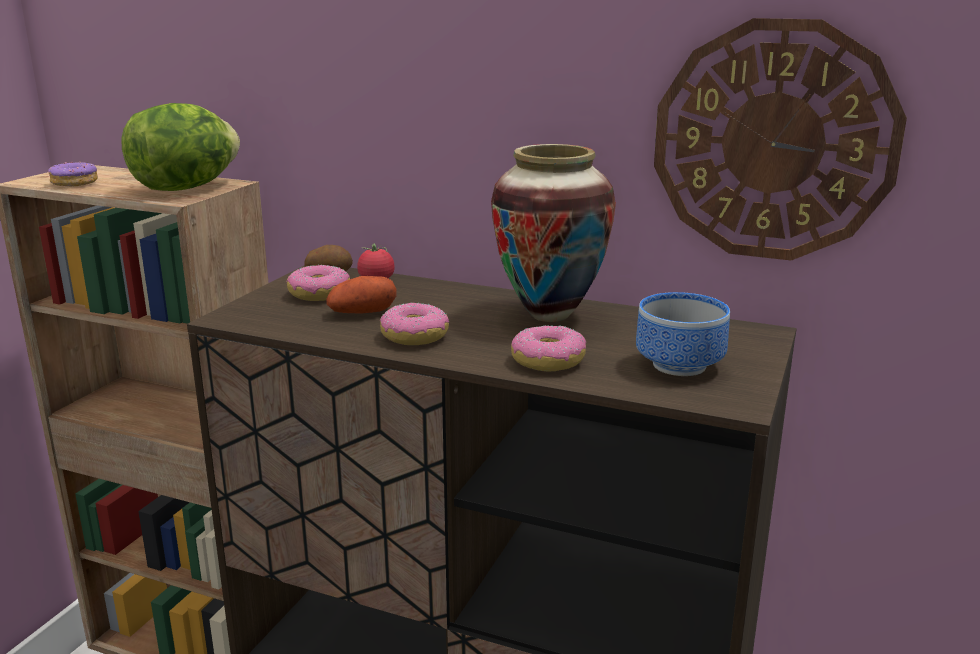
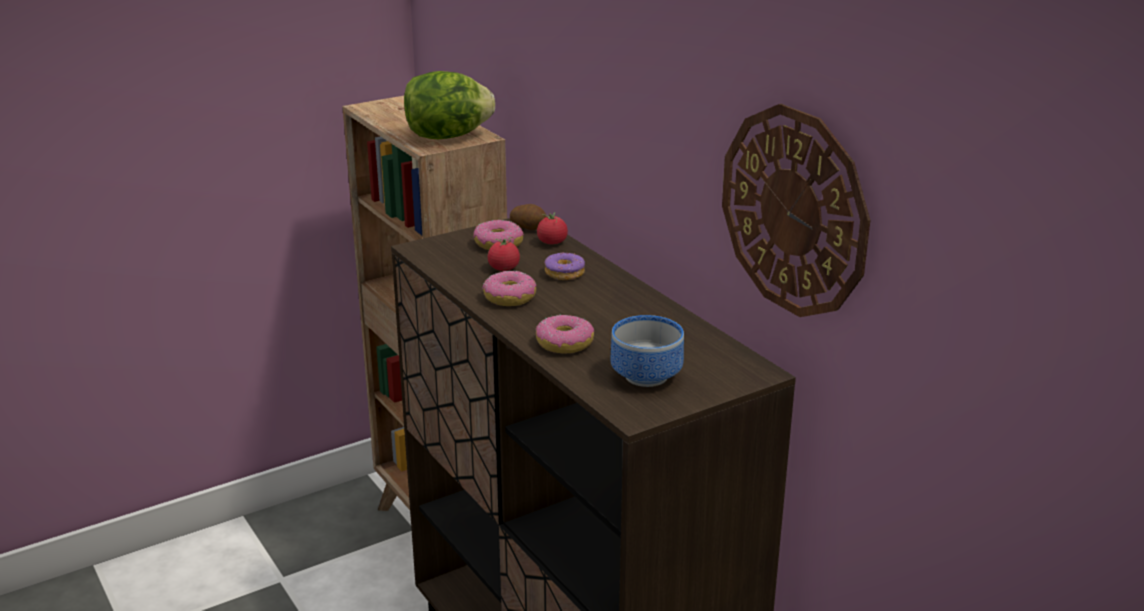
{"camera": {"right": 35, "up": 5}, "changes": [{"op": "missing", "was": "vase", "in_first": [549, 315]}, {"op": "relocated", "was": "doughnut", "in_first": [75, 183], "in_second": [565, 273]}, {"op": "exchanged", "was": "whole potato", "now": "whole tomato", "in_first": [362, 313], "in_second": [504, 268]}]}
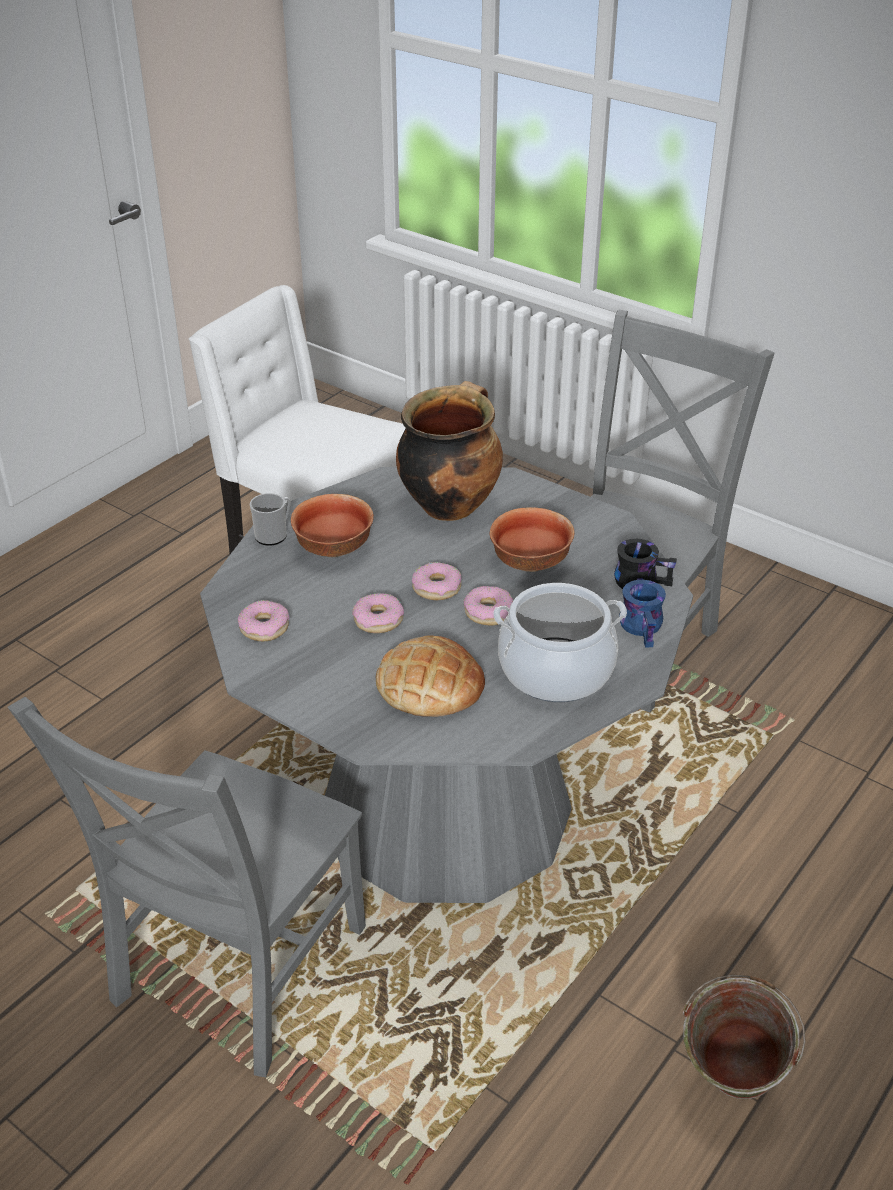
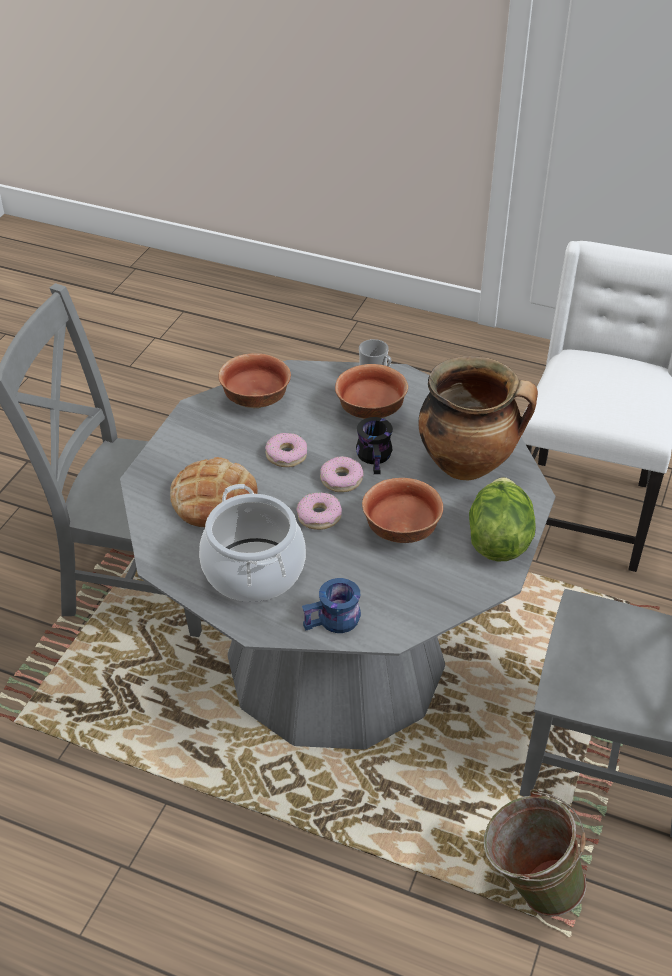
{"camera": {"right": 75, "up": 5}, "changes": [{"op": "appeared", "now": "head of lettuce", "in_second": [498, 540]}, {"op": "relocated", "was": "black coffee mug", "in_first": [641, 579], "in_second": [377, 457]}, {"op": "relocated", "was": "green-coloured bucket", "in_first": [728, 1090], "in_second": [528, 886]}, {"op": "exchanged", "was": "doughnut", "now": "serving bowl", "in_first": [264, 627], "in_second": [256, 400]}]}
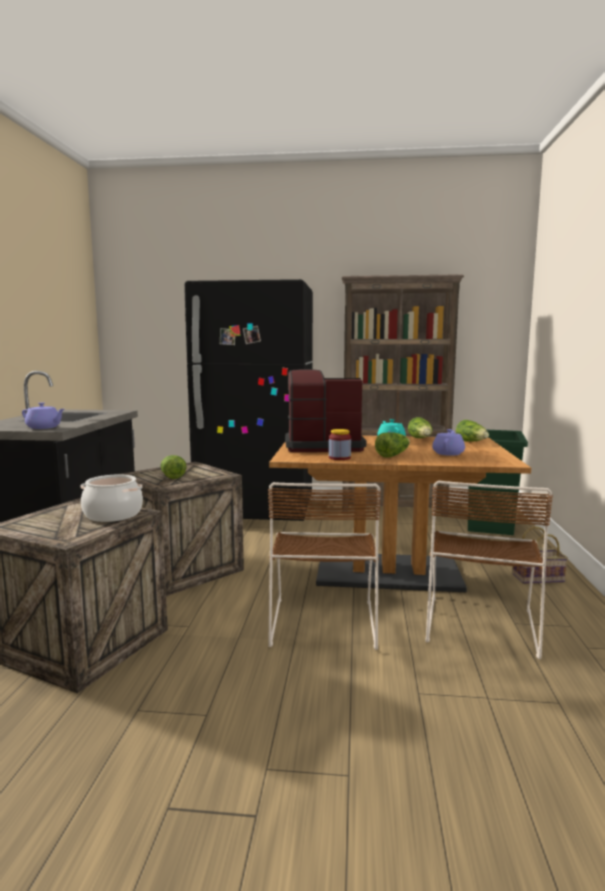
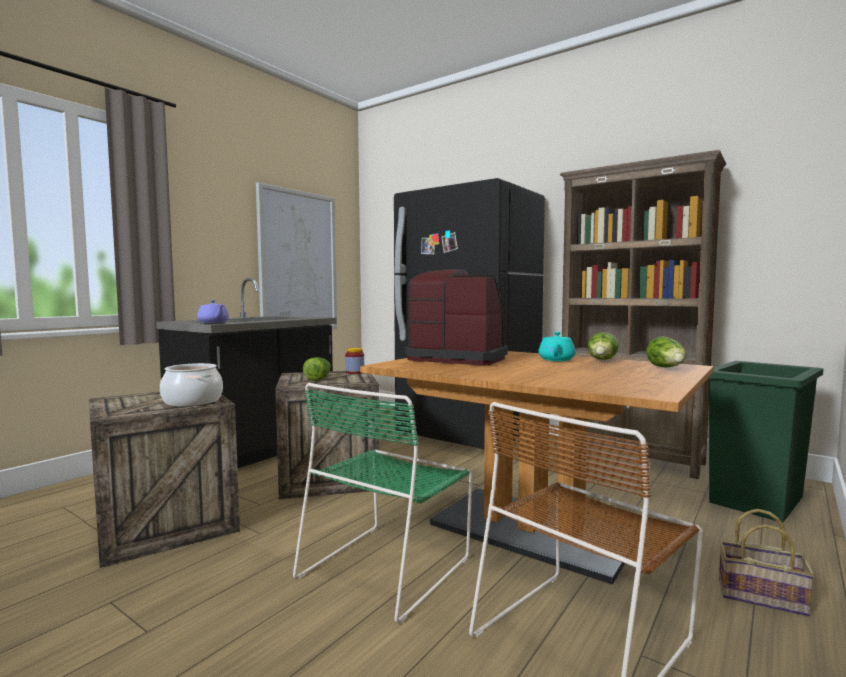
{"camera": {"right": 30, "up": -5}, "changes": [{"op": "missing", "was": "head of lettuce", "in_first": [392, 455]}, {"op": "missing", "was": "purplish pot for tea", "in_first": [448, 453]}, {"op": "appeared", "now": "wall picture", "in_second": [298, 262]}, {"op": "relocated", "was": "storage jar", "in_first": [339, 458], "in_second": [355, 372]}, {"op": "colour", "was": "brownish plain chair", "now": "green-coloured plain chair", "in_first": [323, 619], "in_second": [388, 565]}]}
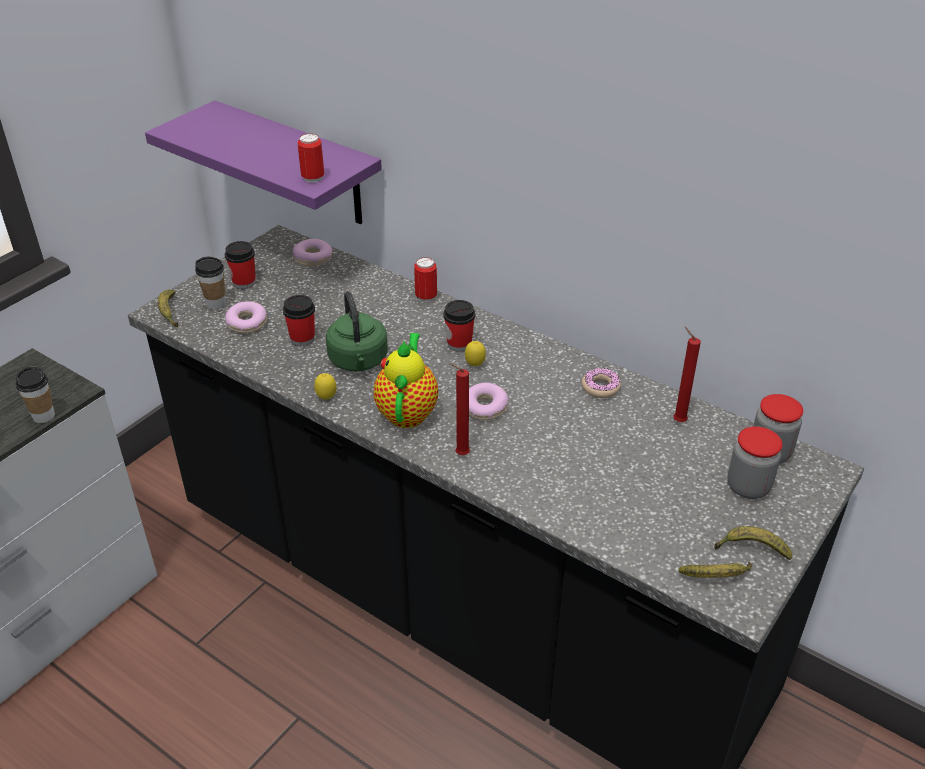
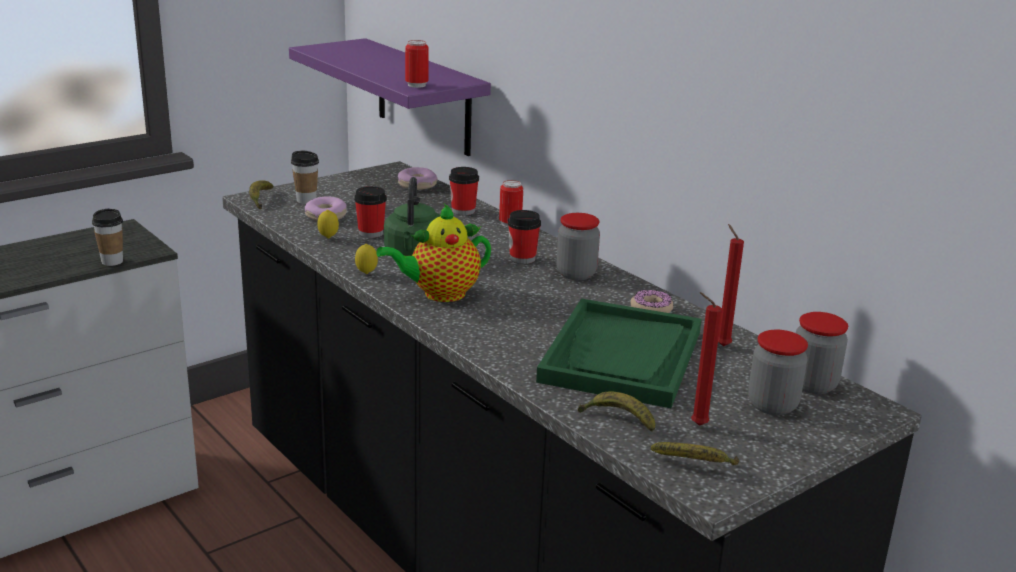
{"camera": {"right": 15, "up": -15}, "changes": [{"op": "missing", "was": "doughnut", "in_first": [484, 407]}, {"op": "appeared", "now": "green-coloured serving tray", "in_second": [622, 356]}, {"op": "appeared", "now": "storage jar", "in_second": [576, 274]}, {"op": "relocated", "was": "small cup", "in_first": [244, 282], "in_second": [463, 211]}, {"op": "relocated", "was": "reddish wax light", "in_first": [460, 454], "in_second": [696, 425]}, {"op": "relocated", "was": "whole lemon", "in_first": [475, 365], "in_second": [328, 238]}, {"op": "relocated", "was": "banana fruit", "in_first": [751, 549], "in_second": [618, 419]}, {"op": "spun", "was": "pot for tea", "in_first": [407, 411], "in_second": [440, 294], "clockwise": -135}]}
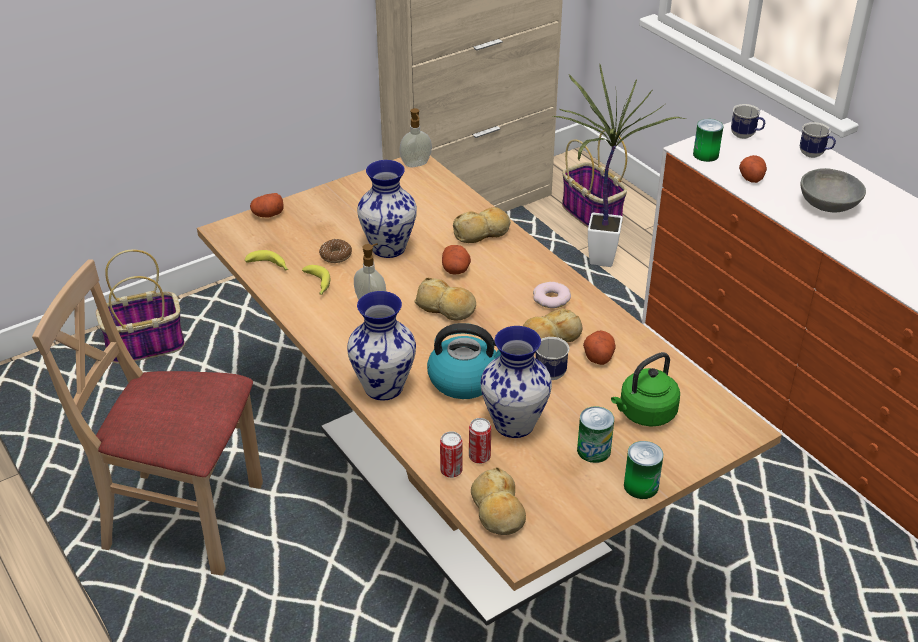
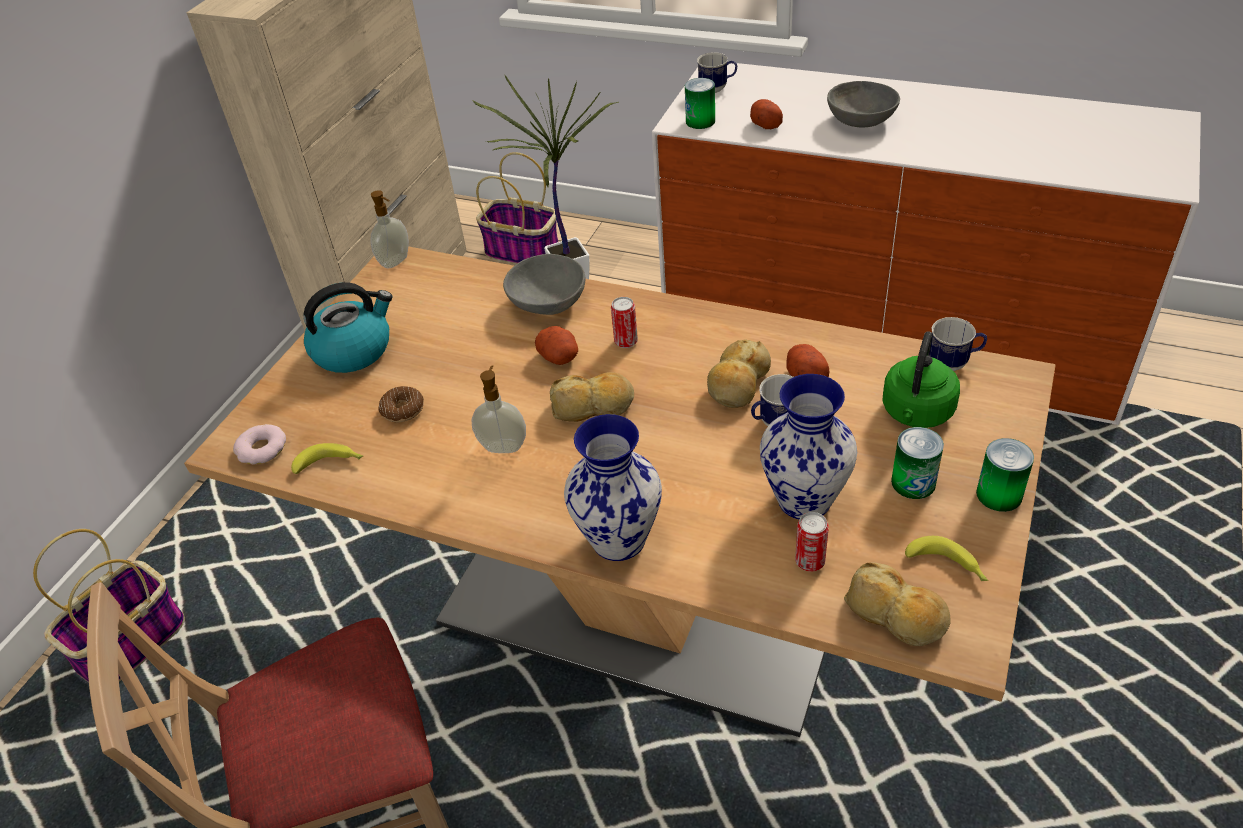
{"camera": {"right": -30, "up": 5}, "changes": [{"op": "missing", "was": "whole potato", "in_first": [267, 214]}, {"op": "missing", "was": "vase", "in_first": [389, 248]}, {"op": "relocated", "was": "banana fruit", "in_first": [317, 284], "in_second": [948, 566]}, {"op": "relocated", "was": "tea kettle", "in_first": [466, 379], "in_second": [353, 350]}, {"op": "relocated", "was": "metal can", "in_first": [451, 471], "in_second": [626, 341]}, {"op": "relocated", "was": "doughnut", "in_first": [551, 299], "in_second": [262, 449]}, {"op": "relocated", "was": "coffee mug", "in_first": [815, 155], "in_second": [953, 363]}, {"op": "exchanged", "was": "baked bread", "now": "grey serving bowl", "in_first": [482, 233], "in_second": [547, 302]}]}
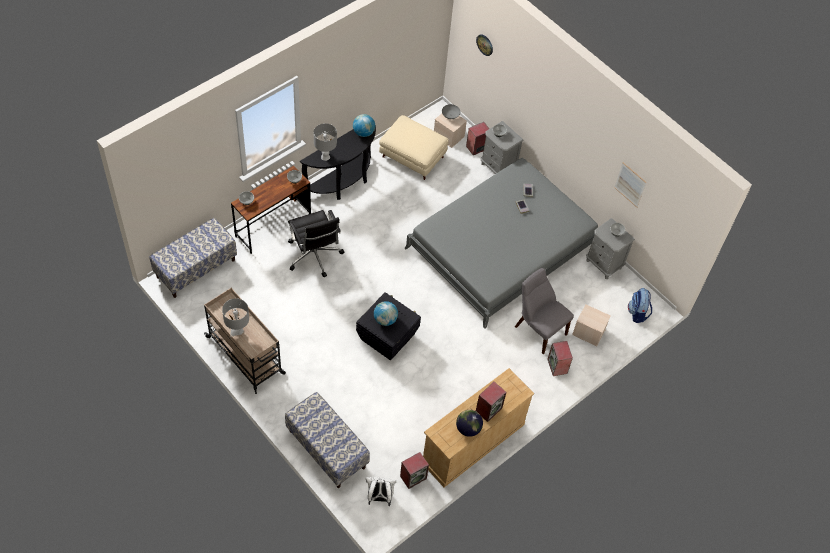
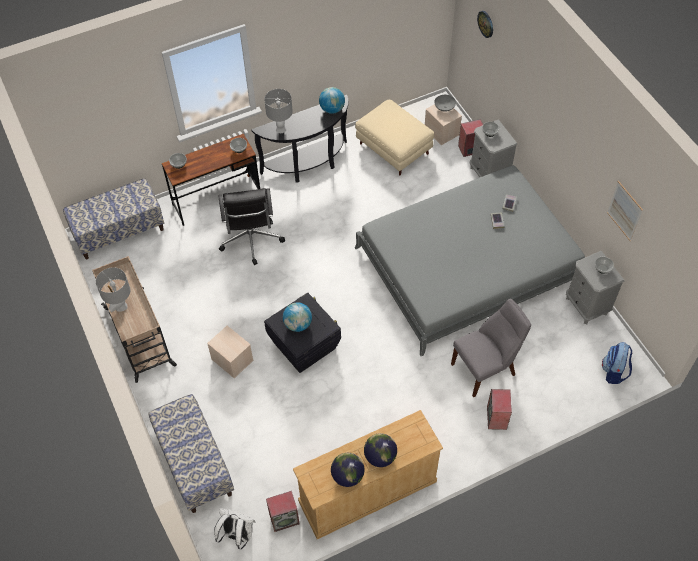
{"camera": {"right": 20, "up": 0}, "changes": [{"op": "relocated", "was": "sand-coloured storage bin", "in_first": [588, 332], "in_second": [231, 359]}, {"op": "exchanged", "was": "loudspeaker", "now": "world globe", "in_first": [488, 409], "in_second": [380, 456]}, {"op": "spun", "was": "grey plain chair", "in_first": [538, 329], "in_second": [486, 368], "clockwise": 90}]}
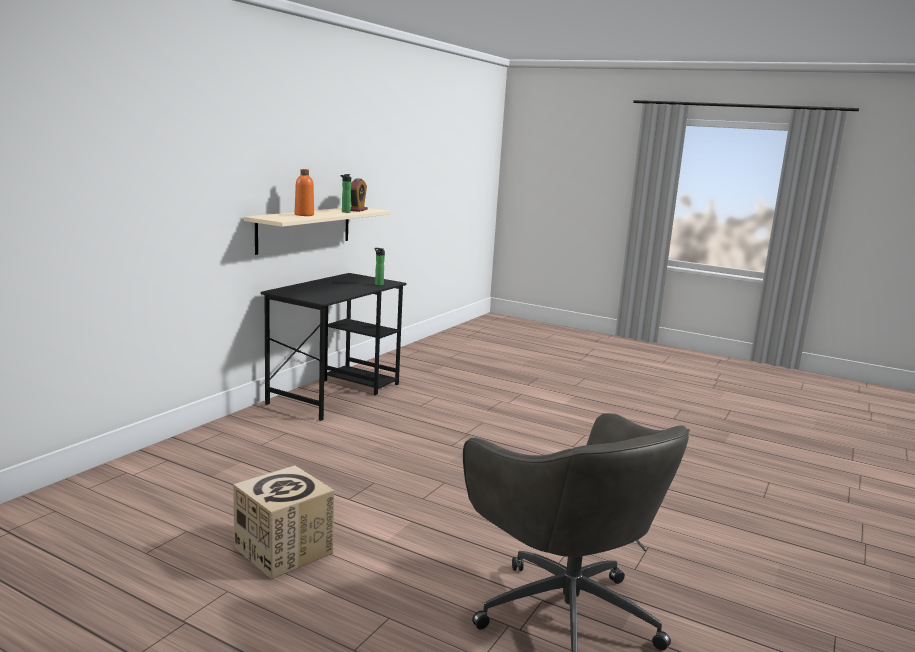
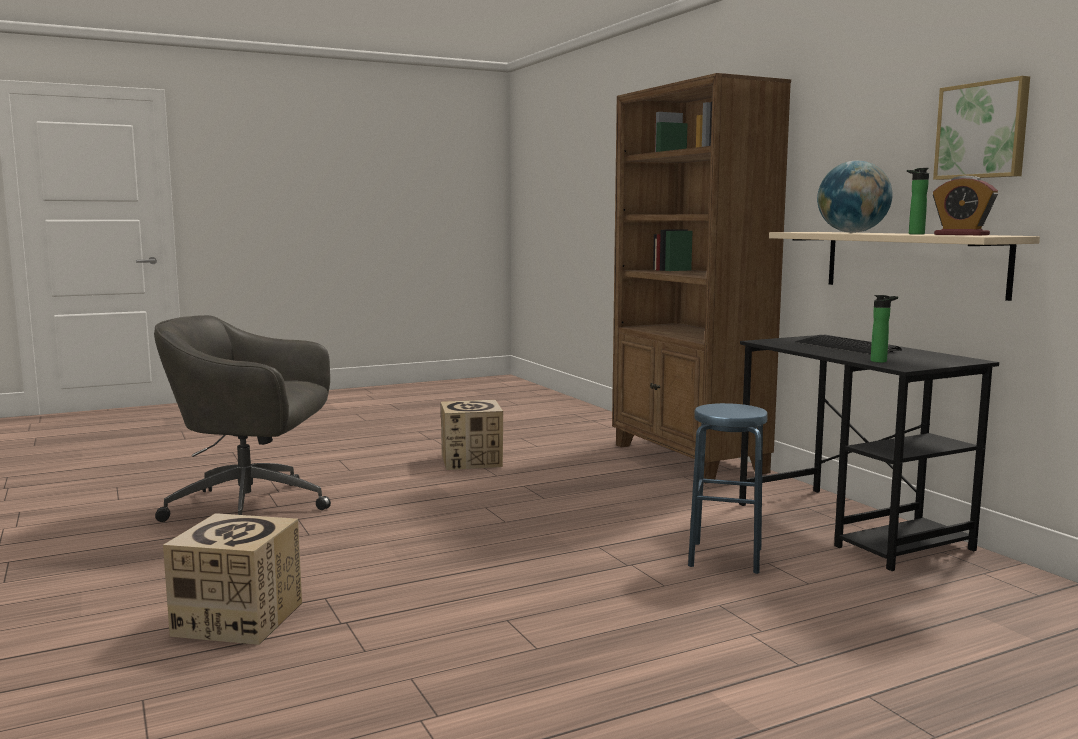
{"camera": {"right": 125, "up": -5}, "changes": [{"op": "appeared", "now": "carton", "in_second": [238, 619]}, {"op": "appeared", "now": "brownish shelving unit", "in_second": [688, 459]}, {"op": "appeared", "now": "blue-coloured stool seat", "in_second": [725, 557]}, {"op": "appeared", "now": "PC keyboard", "in_second": [846, 347]}, {"op": "appeared", "now": "wall picture", "in_second": [983, 130]}, {"op": "exchanged", "was": "orangey drink bottle", "now": "world globe", "in_first": [304, 215], "in_second": [852, 232]}]}
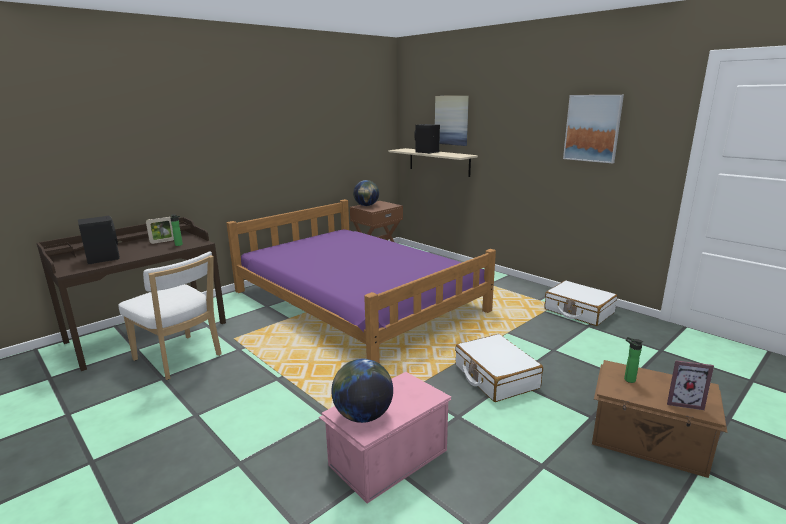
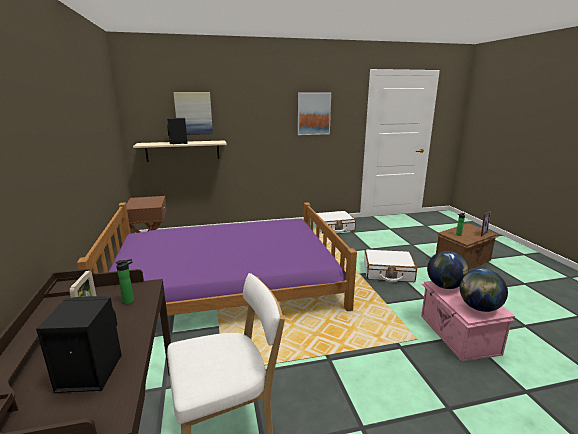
{"camera": {"right": -60, "up": 0}, "changes": [{"op": "relocated", "was": "world globe", "in_first": [366, 205], "in_second": [445, 286]}]}
